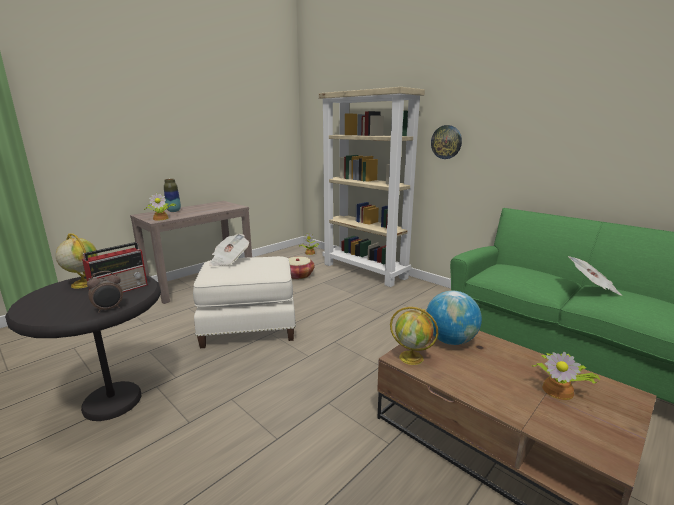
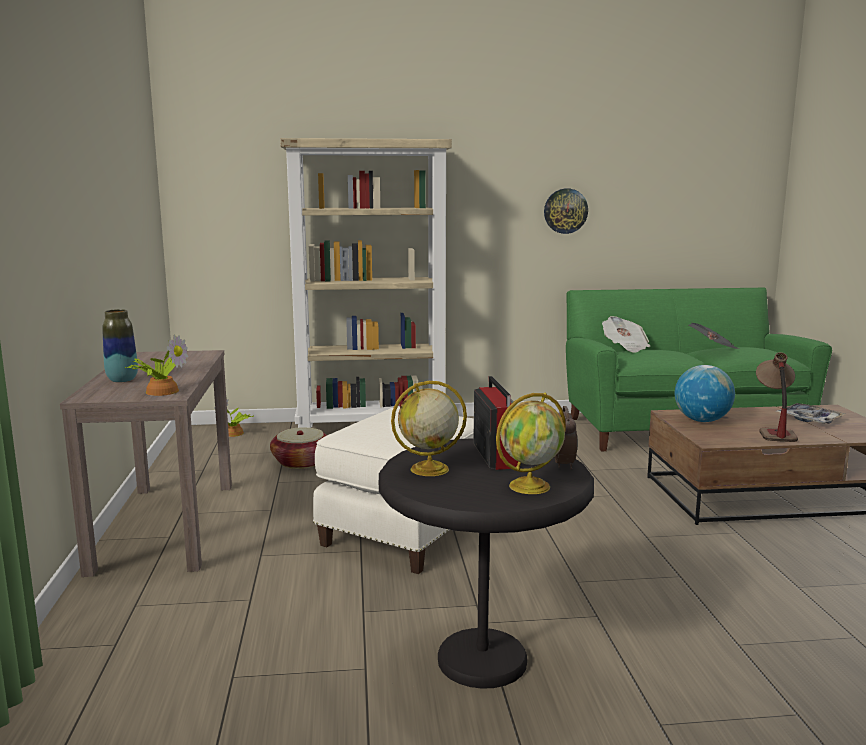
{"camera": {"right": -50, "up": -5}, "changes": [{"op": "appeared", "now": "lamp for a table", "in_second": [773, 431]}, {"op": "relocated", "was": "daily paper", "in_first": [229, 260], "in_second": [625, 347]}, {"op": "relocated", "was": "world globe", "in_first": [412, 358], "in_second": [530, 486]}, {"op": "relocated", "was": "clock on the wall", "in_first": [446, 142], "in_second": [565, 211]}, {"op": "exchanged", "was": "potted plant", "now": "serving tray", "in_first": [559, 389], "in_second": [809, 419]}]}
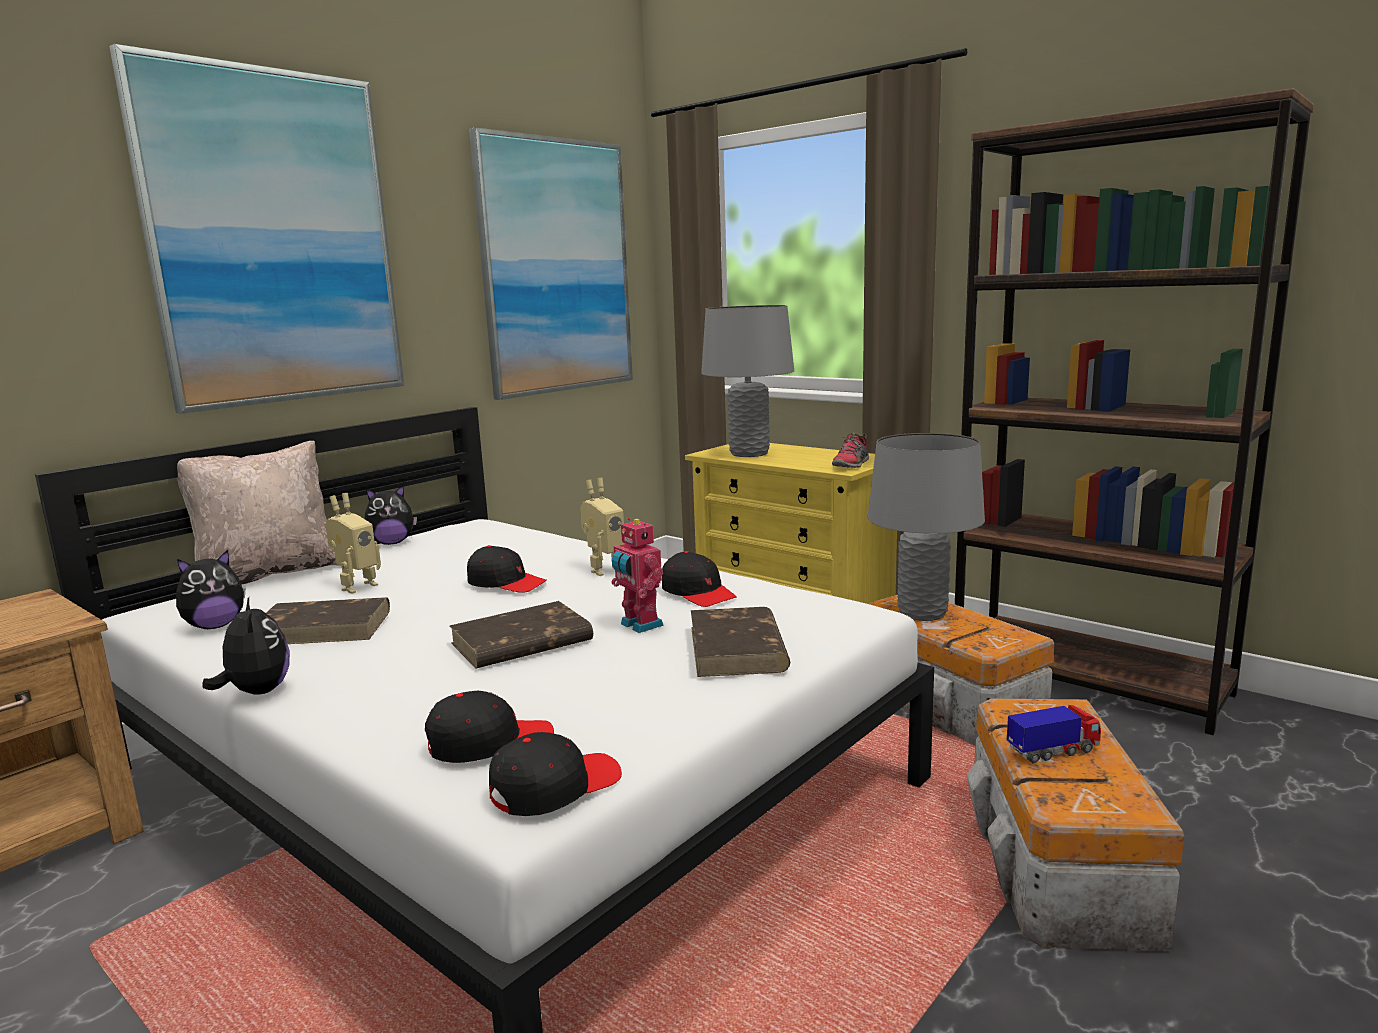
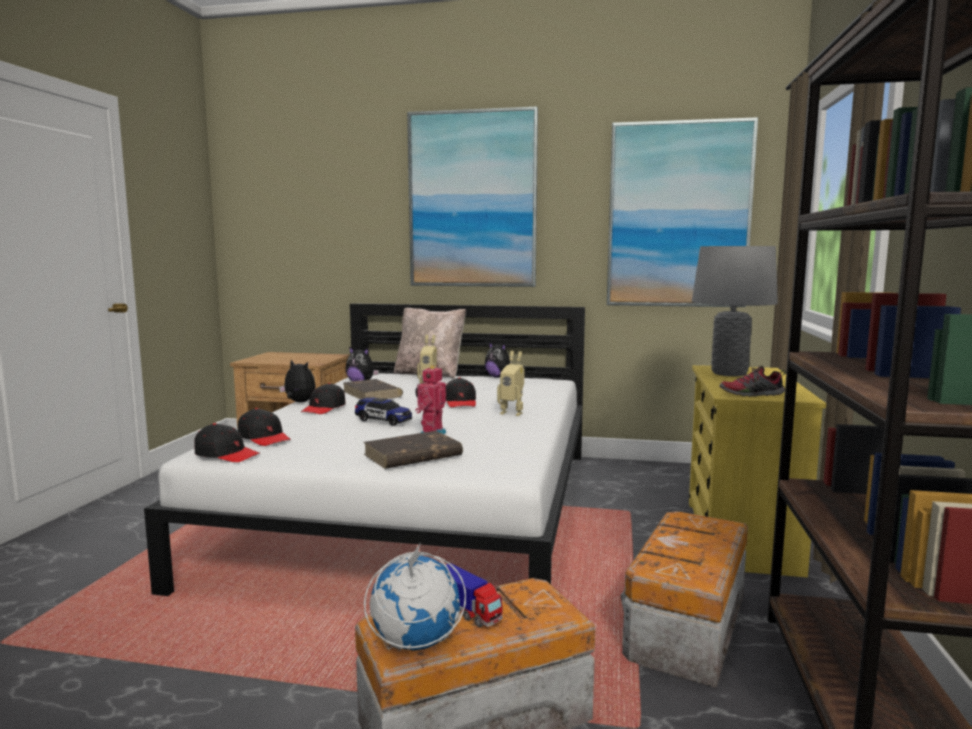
{"camera": {"right": 60, "up": -5}, "changes": [{"op": "missing", "was": "grey lamp for a table", "in_first": [922, 613]}, {"op": "appeared", "now": "world globe", "in_second": [415, 644]}, {"op": "relocated", "was": "black peaked cap", "in_first": [698, 593], "in_second": [324, 408]}, {"op": "exchanged", "was": "brownish bound book", "now": "miniature car", "in_first": [520, 642], "in_second": [383, 420]}, {"op": "spun", "was": "soft toy", "in_first": [256, 692], "in_second": [298, 402], "clockwise": -90}]}
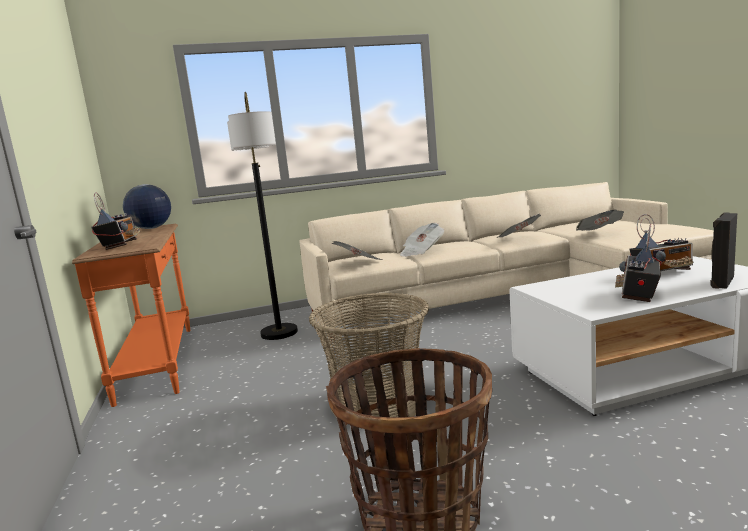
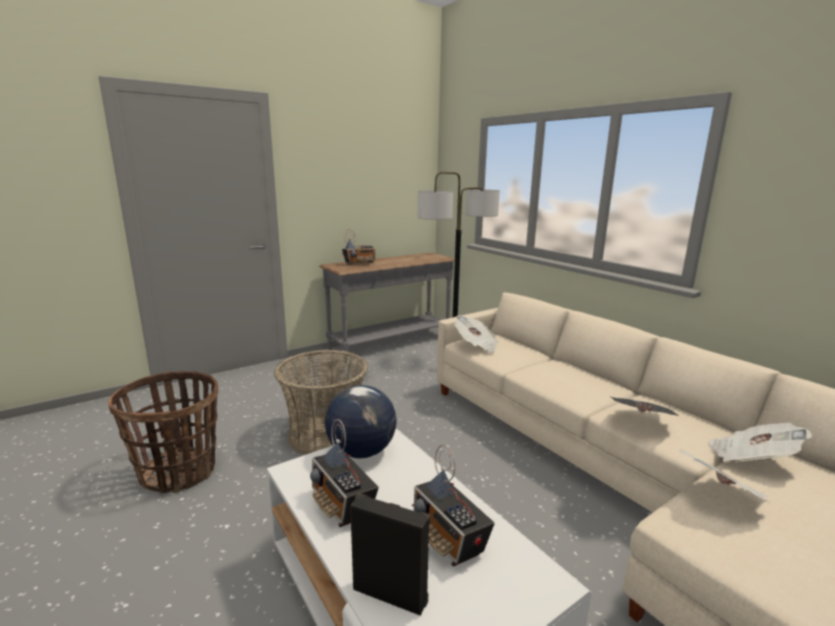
{"camera": {"right": 70, "up": 5}, "changes": [{"op": "relocated", "was": "world globe", "in_first": [151, 228], "in_second": [362, 451]}, {"op": "relocated", "was": "daily paper", "in_first": [421, 252], "in_second": [750, 459]}, {"op": "colour", "was": "orangey narrow table", "now": "grey narrow table", "in_first": [159, 361], "in_second": [391, 344]}, {"op": "spun", "was": "radio", "in_first": [639, 295], "in_second": [343, 505], "clockwise": -135}]}
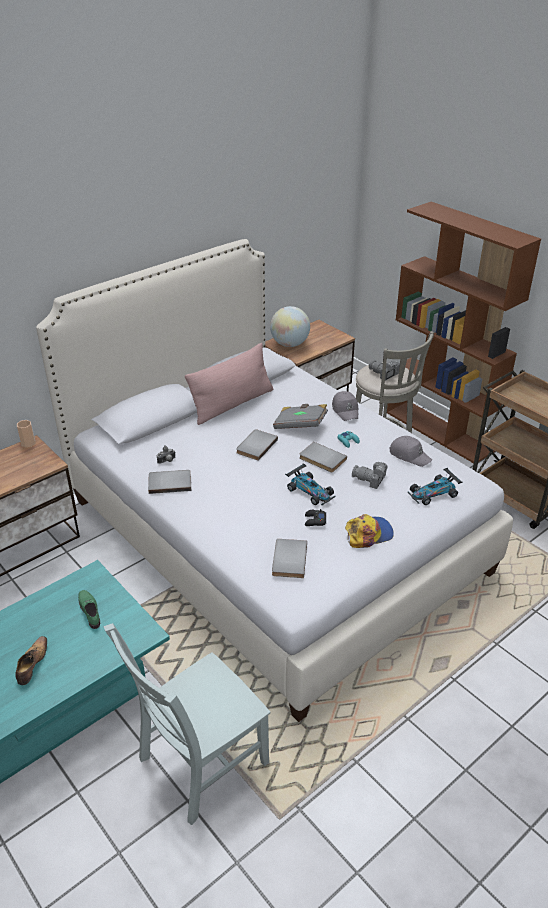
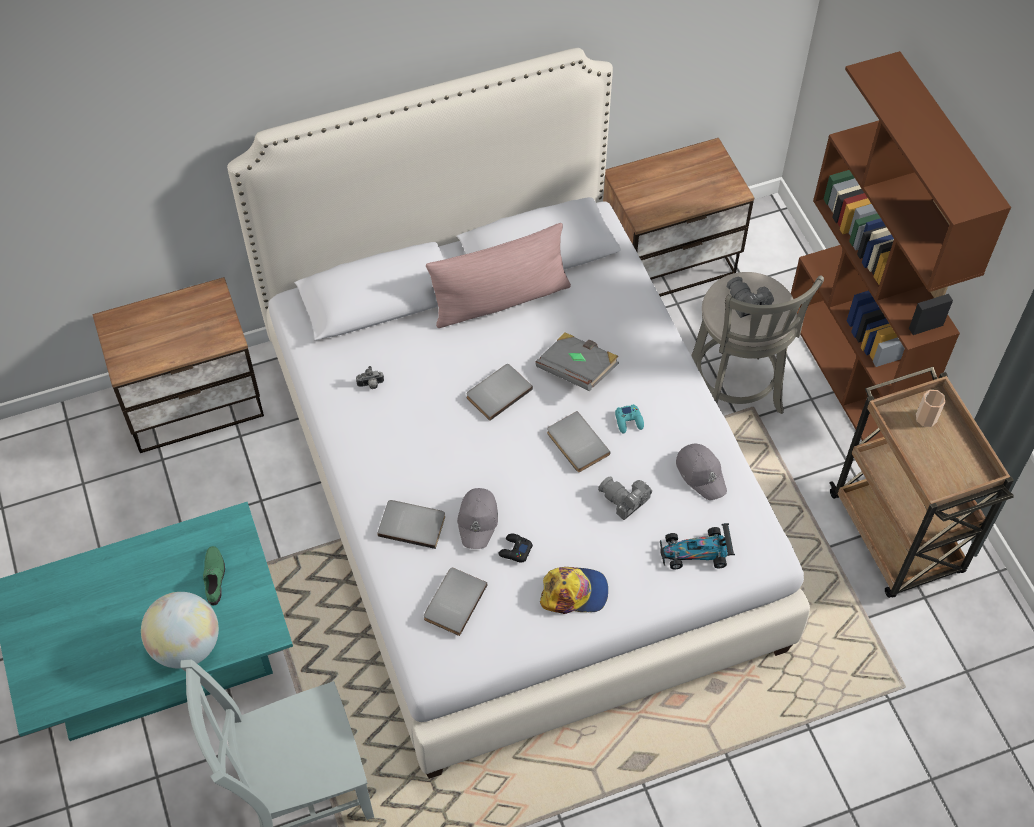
{"camera": {"right": 20, "up": 20}, "changes": [{"op": "missing", "was": "item of footwear", "in_first": [32, 664]}, {"op": "missing", "was": "miniature car", "in_first": [310, 491]}, {"op": "relocated", "was": "small cup", "in_first": [28, 443], "in_second": [926, 418]}, {"op": "relocated", "was": "grey bound book", "in_first": [170, 482], "in_second": [412, 523]}, {"op": "relocated", "was": "world globe", "in_first": [289, 344], "in_second": [186, 645]}, {"op": "relocated", "was": "grey peaked cap", "in_first": [345, 410], "in_second": [478, 520]}]}
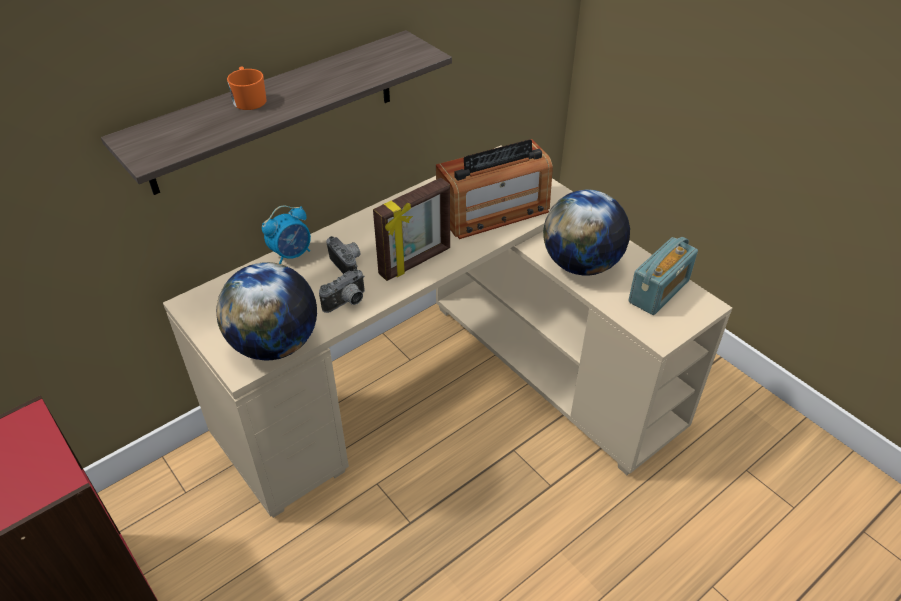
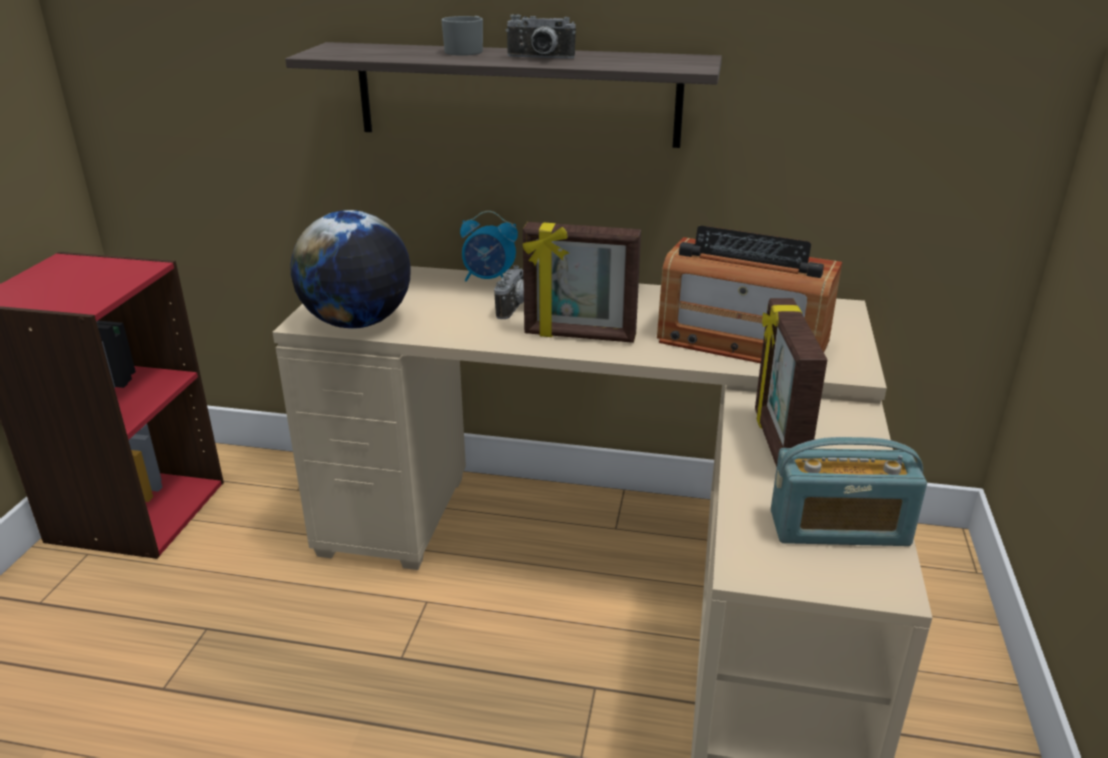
{"camera": {"right": 50, "up": -15}, "changes": [{"op": "relocated", "was": "photo camera", "in_first": [347, 303], "in_second": [540, 59]}, {"op": "exchanged", "was": "world globe", "now": "standing frame", "in_first": [581, 265], "in_second": [777, 445]}, {"op": "colour", "was": "orangey coffee mug", "now": "grey coffee mug", "in_first": [249, 99], "in_second": [466, 51]}]}
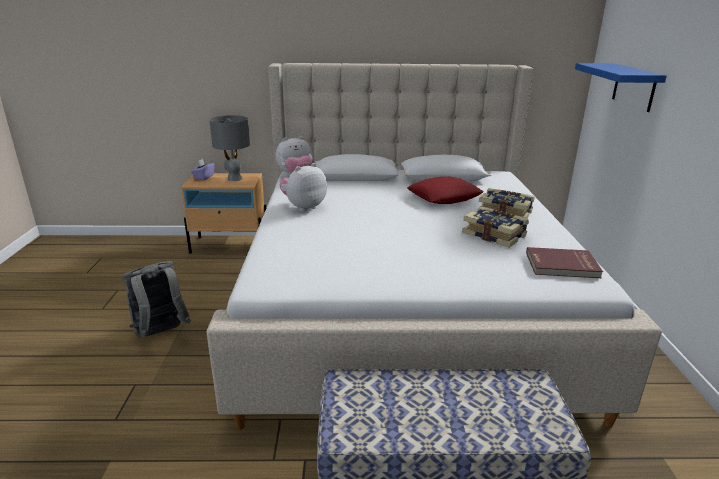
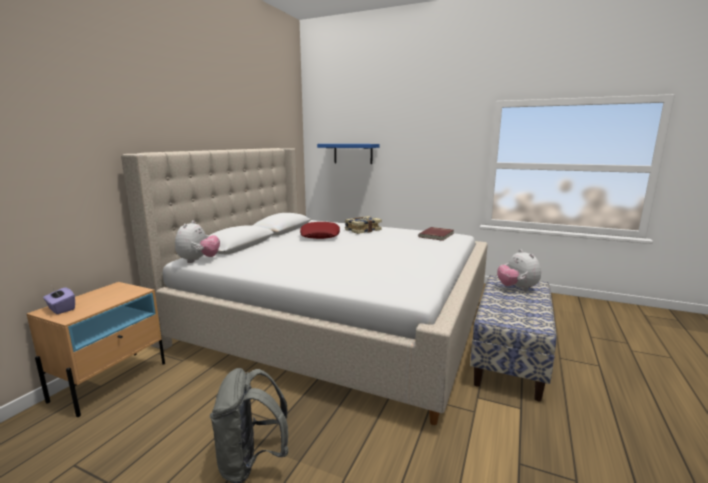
{"camera": {"right": -65, "up": -10}, "changes": [{"op": "missing", "was": "grey lamp for a table", "in_first": [234, 179]}, {"op": "missing", "was": "bound book", "in_first": [494, 235]}, {"op": "relocated", "was": "soft toy", "in_first": [303, 207], "in_second": [517, 288]}]}
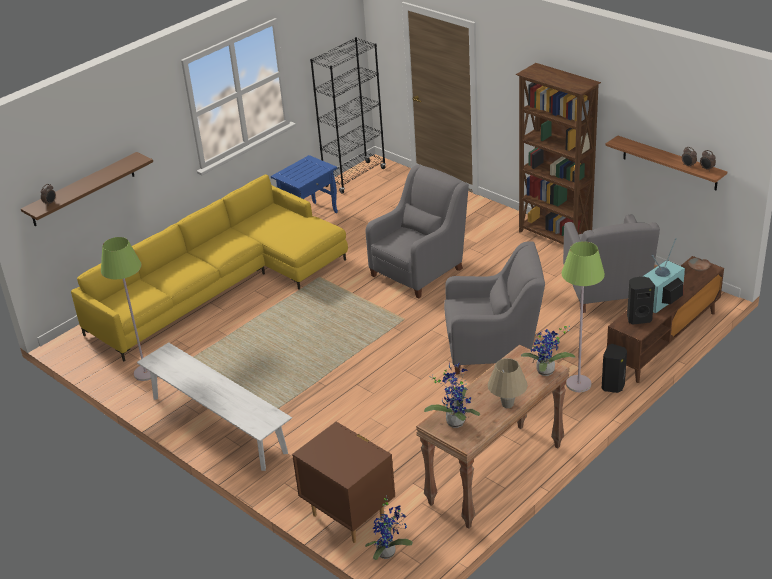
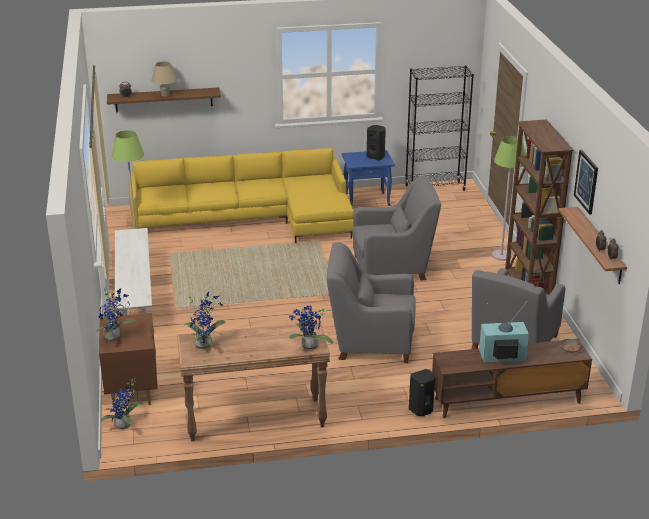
{"camera": {"right": 35, "up": -5}, "changes": [{"op": "appeared", "now": "potted plant", "in_second": [114, 337]}, {"op": "appeared", "now": "wall picture", "in_second": [586, 181]}, {"op": "relocated", "was": "sand-coloured lamp for a table", "in_first": [507, 404], "in_second": [165, 95]}, {"op": "relocated", "was": "green-coloured standing lamp", "in_first": [578, 384], "in_second": [501, 255]}, {"op": "relocated", "was": "black loudspeaker", "in_first": [638, 318], "in_second": [376, 157]}, {"op": "spun", "was": "grey lounge chair", "in_first": [493, 349], "in_second": [370, 342], "clockwise": 150}]}
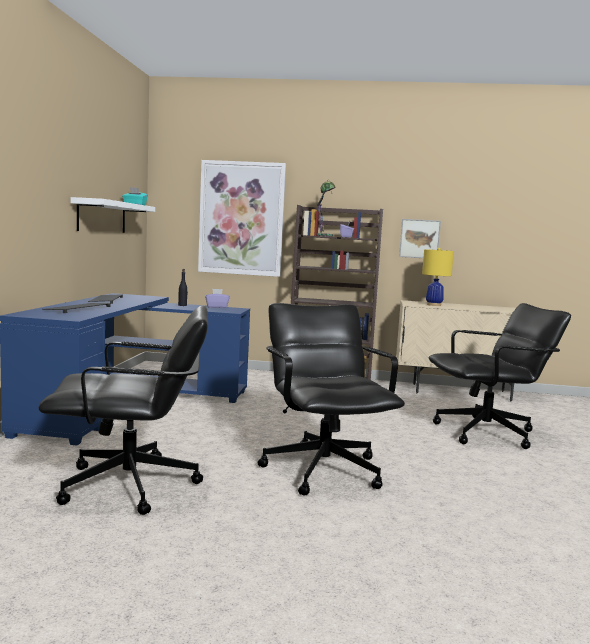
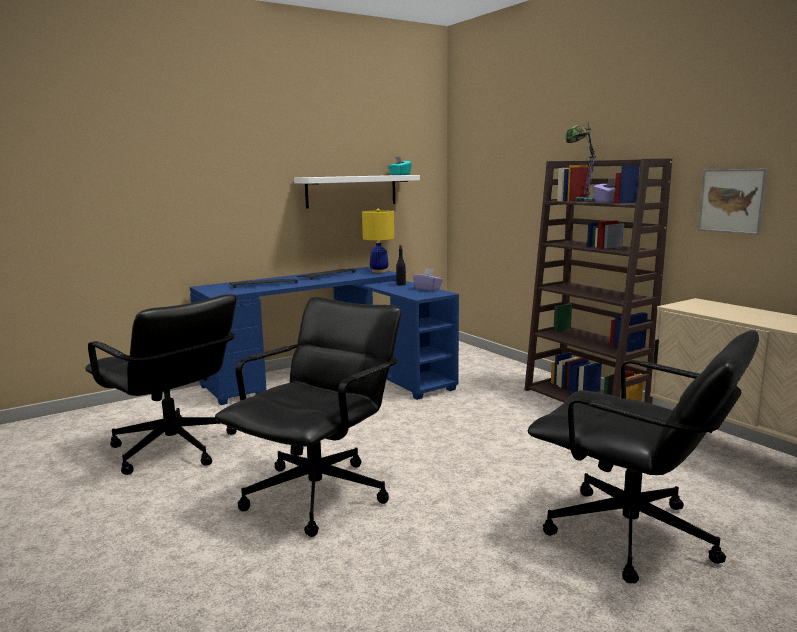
{"camera": {"right": 50, "up": 5}, "changes": [{"op": "missing", "was": "wall picture", "in_first": [241, 218]}, {"op": "relocated", "was": "yellowish lamp for a table", "in_first": [433, 305], "in_second": [379, 271]}]}
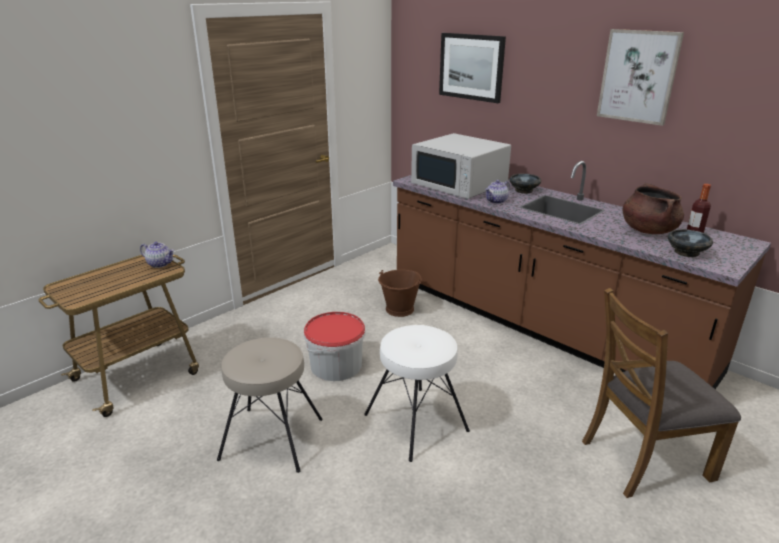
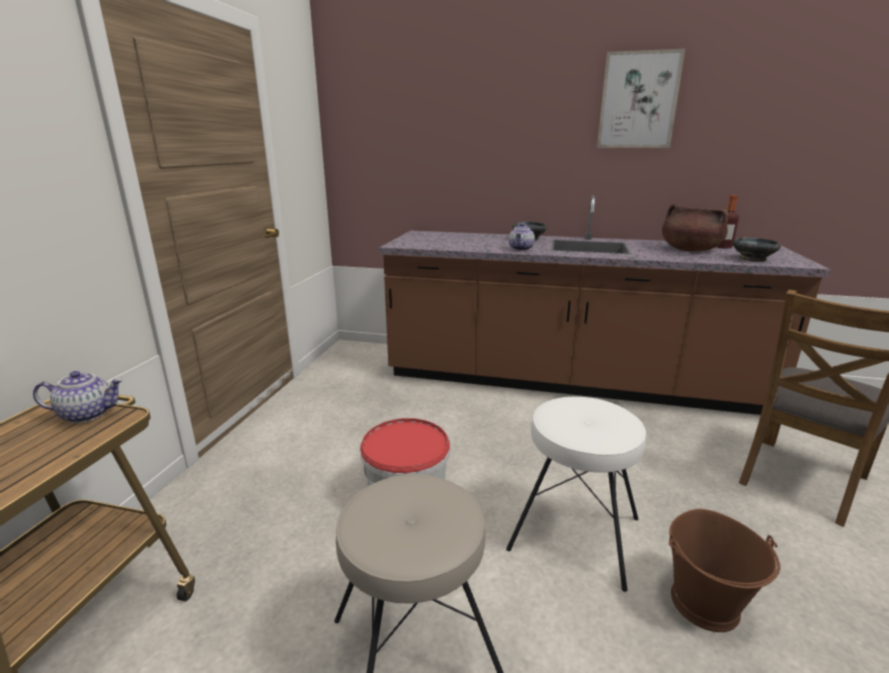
{"camera": {"right": -30, "up": -5}, "changes": [{"op": "missing", "was": "white-coloured kitchen microwave", "in_first": [459, 184]}, {"op": "missing", "was": "wall picture", "in_first": [471, 67]}, {"op": "relocated", "was": "brownish bucket", "in_first": [400, 309], "in_second": [705, 604]}]}
